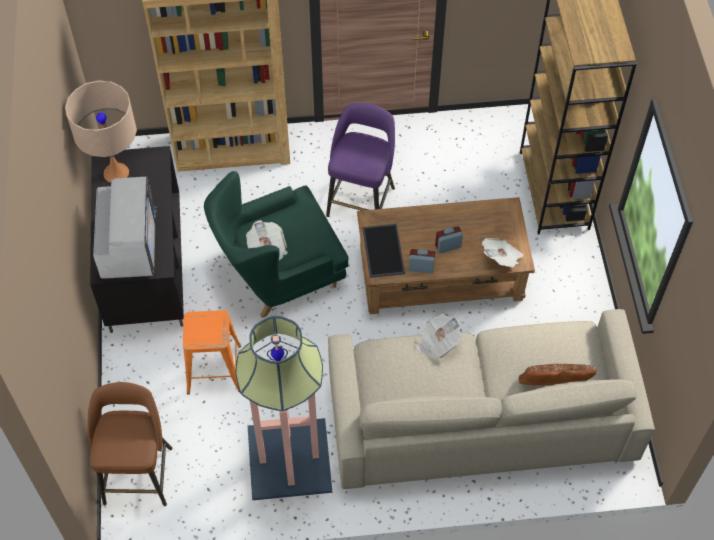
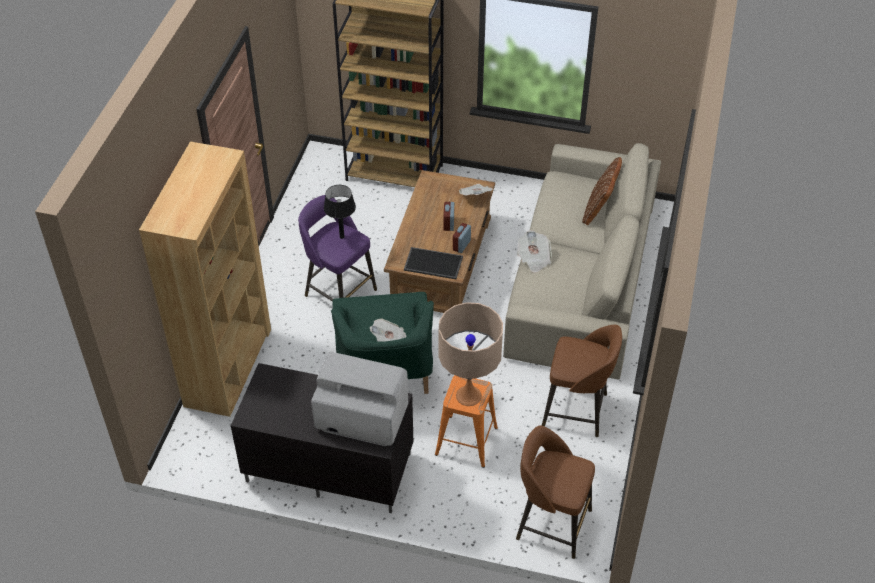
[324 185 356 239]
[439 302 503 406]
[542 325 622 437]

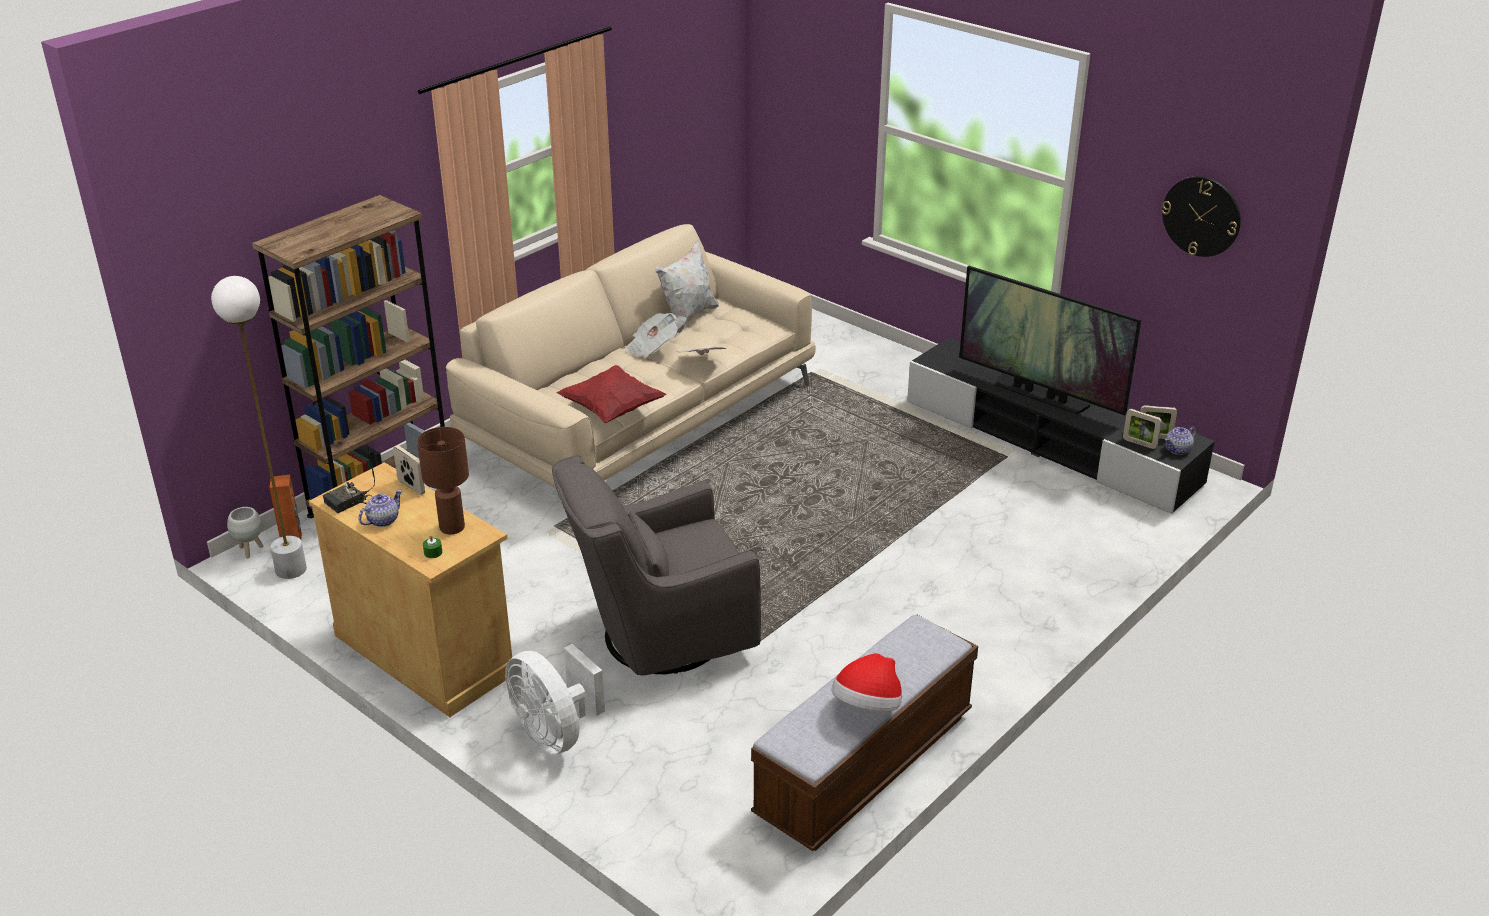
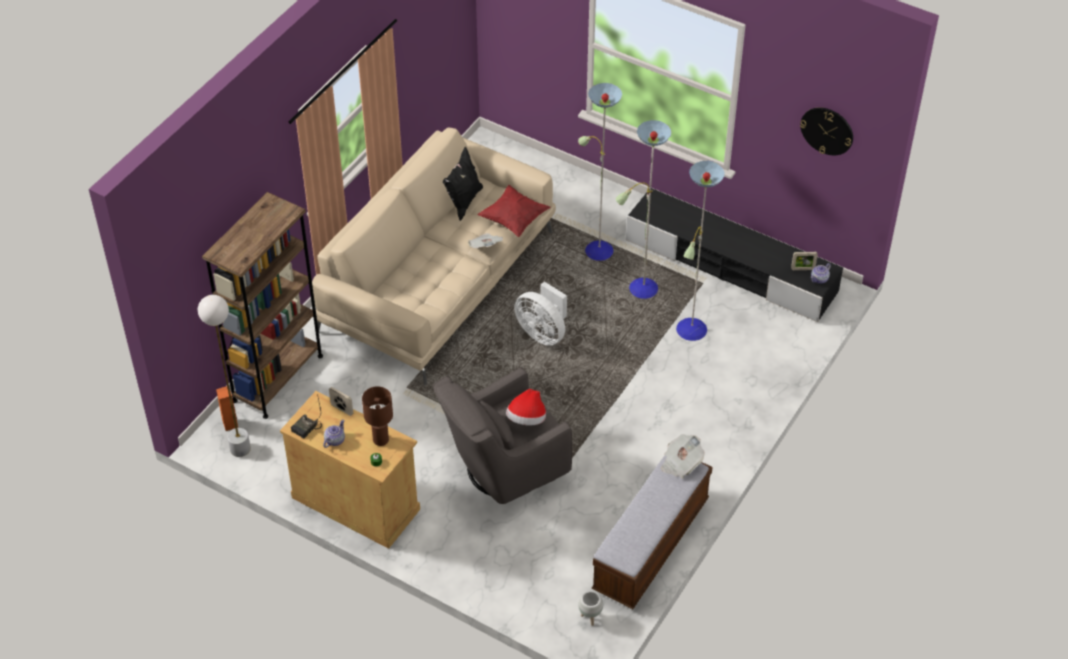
[959 266 1142 415] (first image)
[1123 409 1162 449] (first image)
[578 83 725 341]
[578 591 603 626]
[514 282 567 346]
[477 185 551 237]
[661 434 704 479]
[506 389 546 425]
[443 147 483 221]

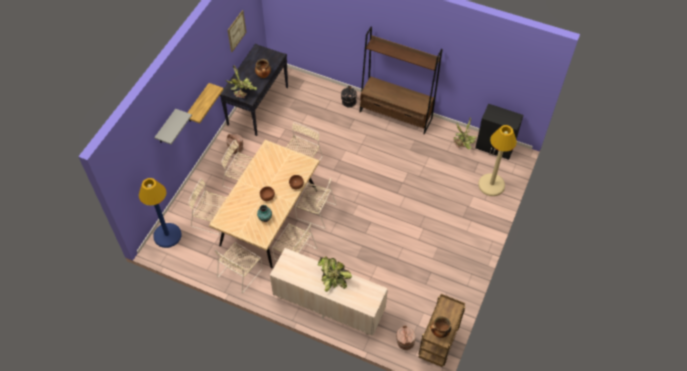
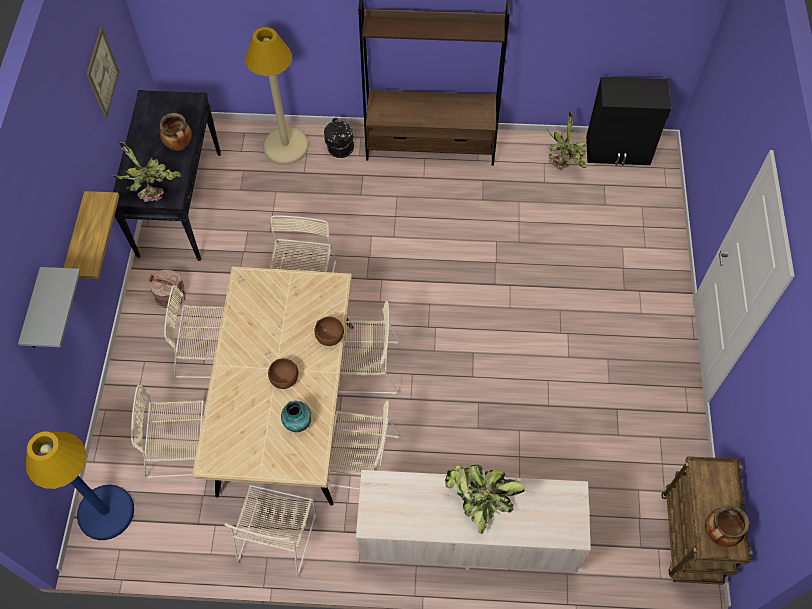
[396 325 416 350] (first image)
[246 27 308 165]

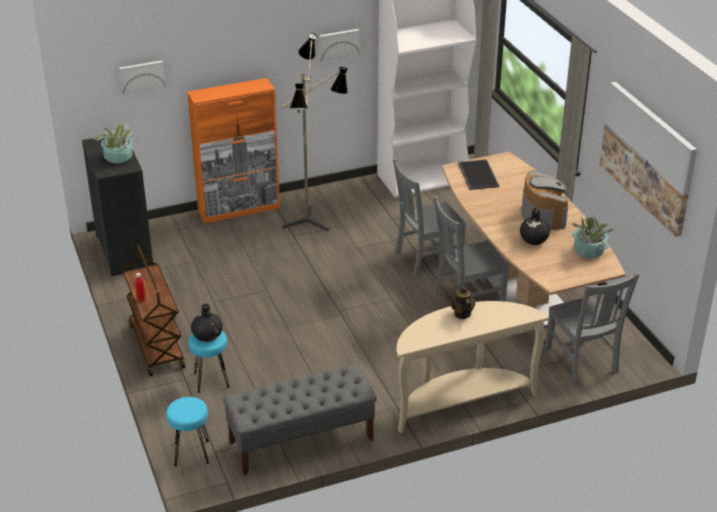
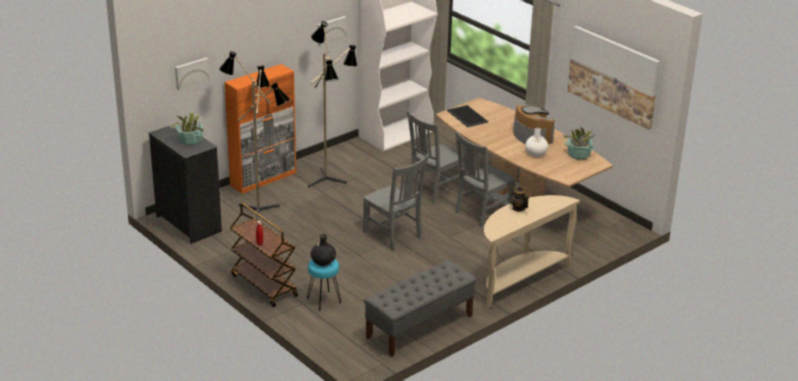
[166 397 209 466] (first image)
[219 52 290 220]
[363 155 429 251]
[525 128 548 157]

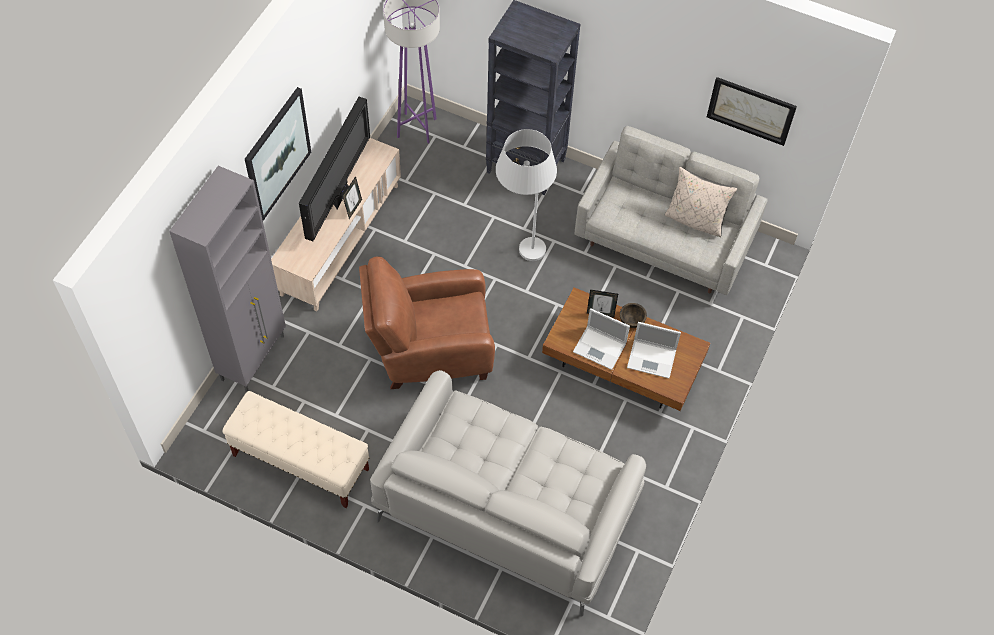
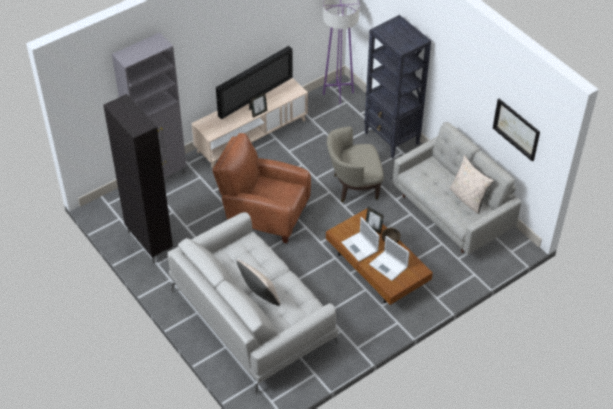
[245 87 311 221] (first image)
[236 260 280 306]
[103 94 173 263]
[327 127 384 203]

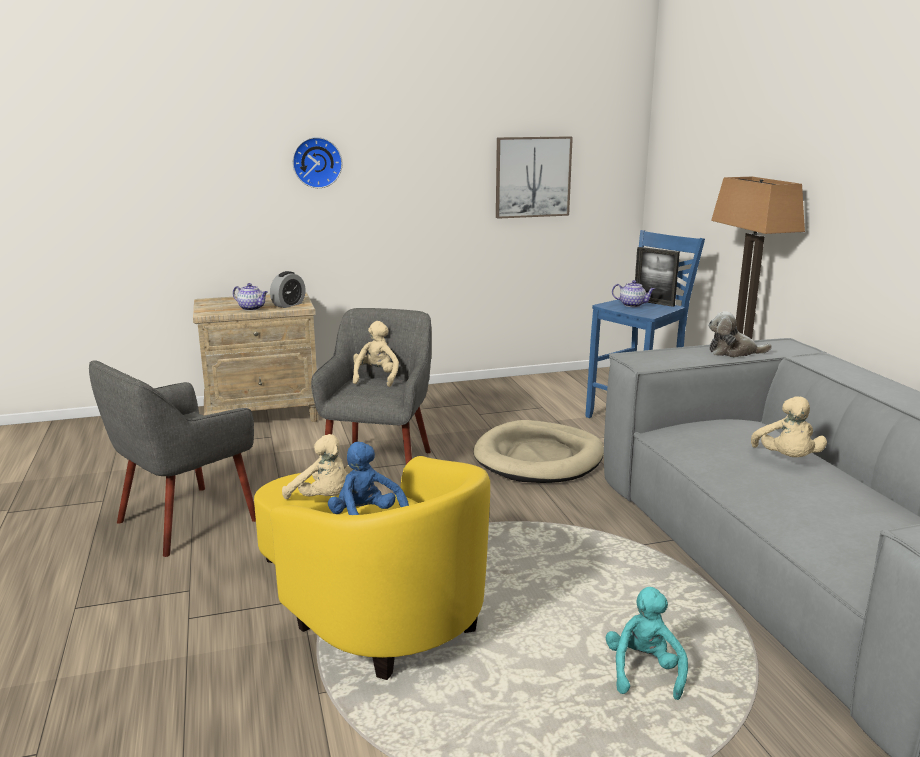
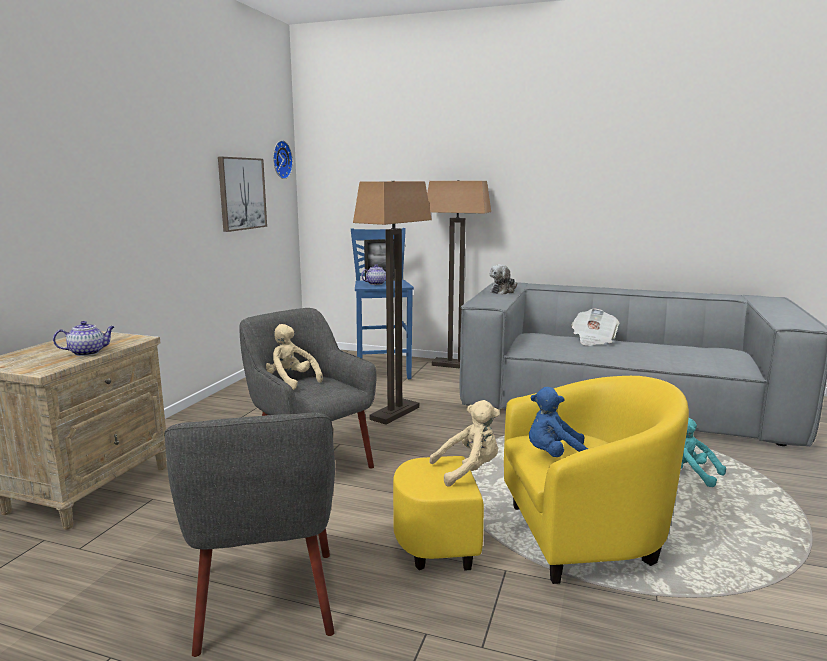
[270 271 306 308] (first image)
[273 140 293 179]
[353 181 432 425]
[571 309 619 346]

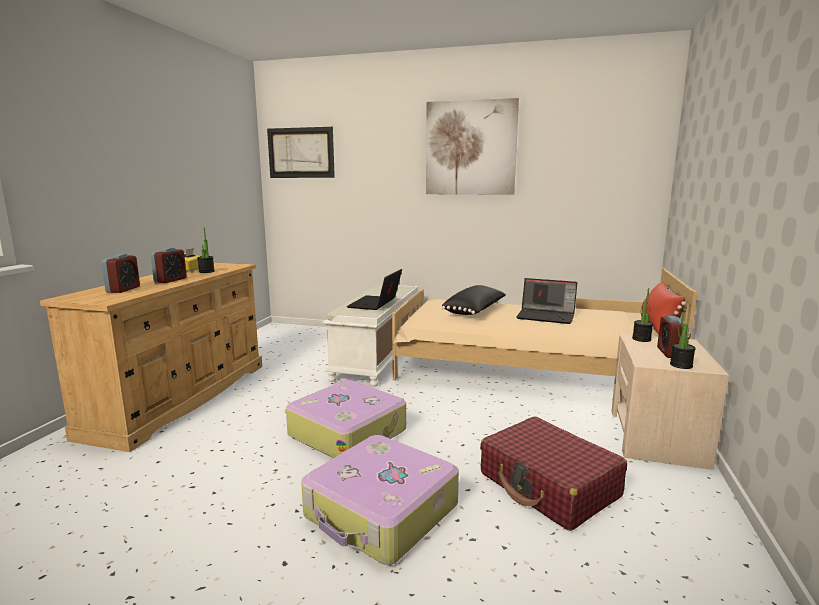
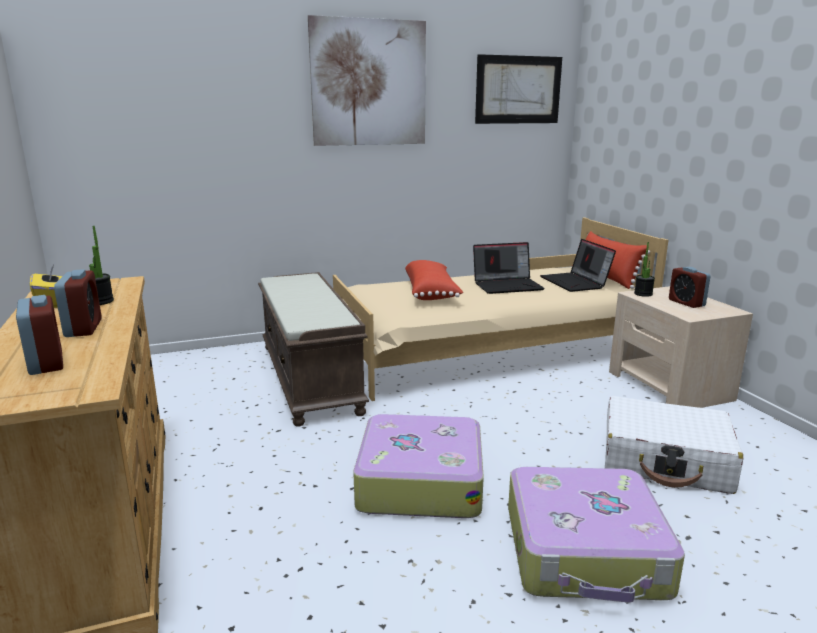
[670 308 696 369] (first image)
[475 54 562 124]
[540 239 616 292]
[258 272 369 427]
[405 260 463 300]
[605 396 744 494]

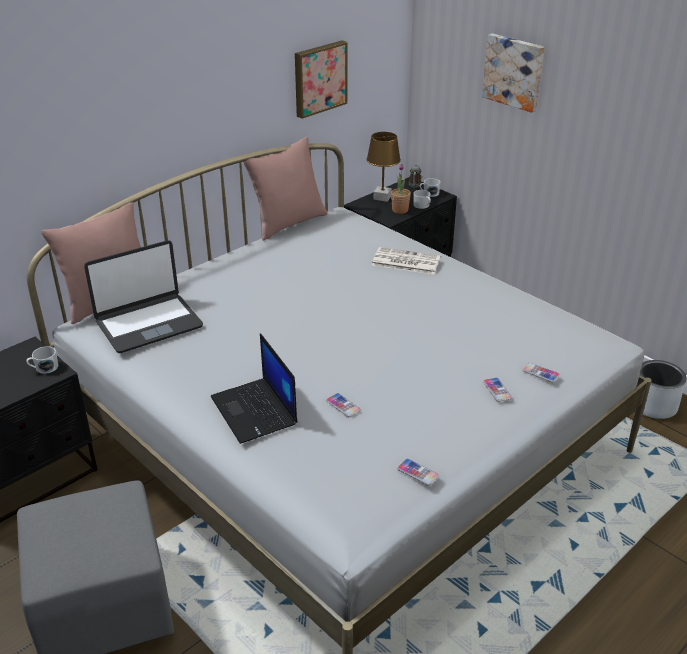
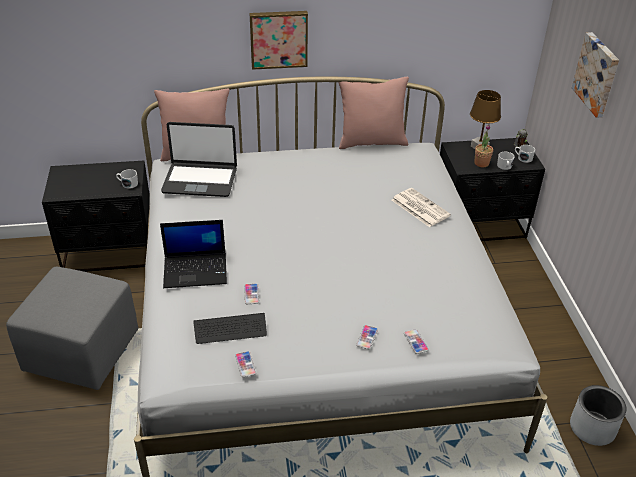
[193 313 267 344]
[250 11 308 70]
[160 220 227 288]

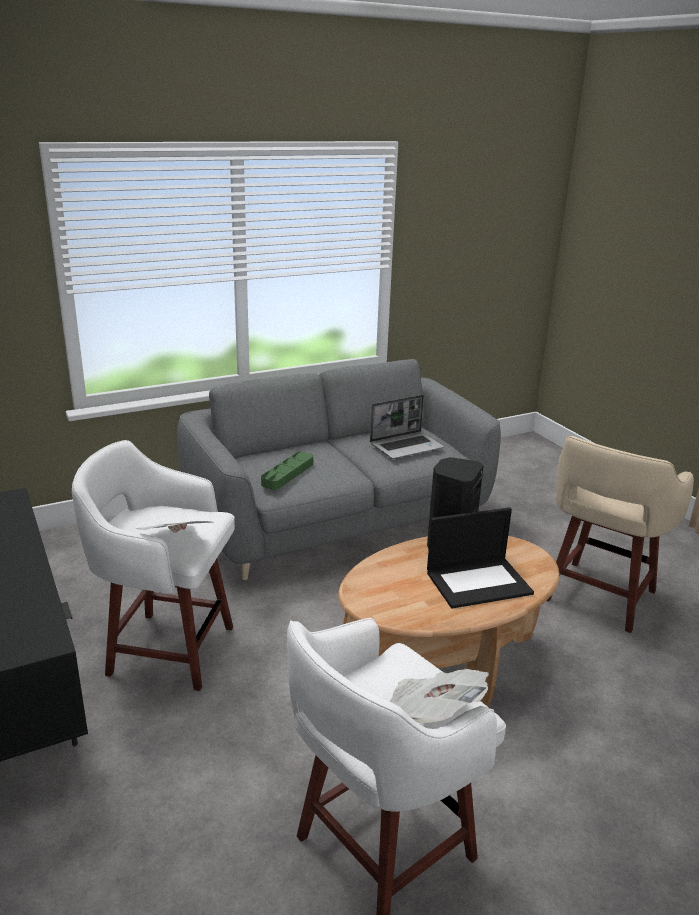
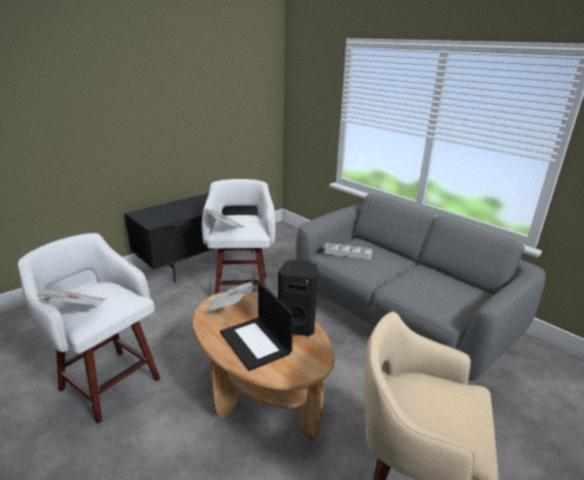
[370 395 444 459] (first image)
[206 282 254 312]
[324 243 372 260]

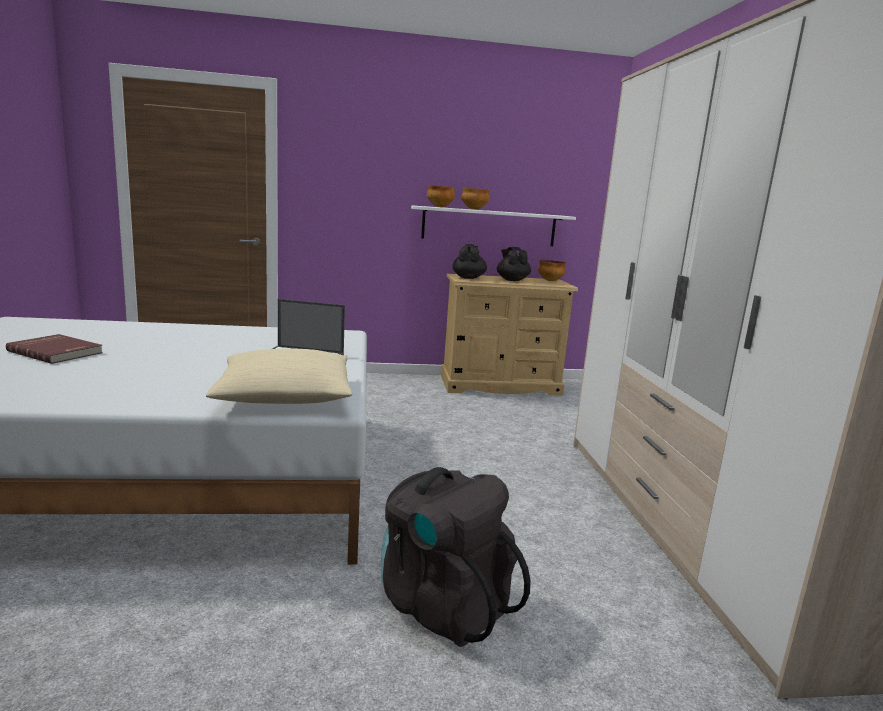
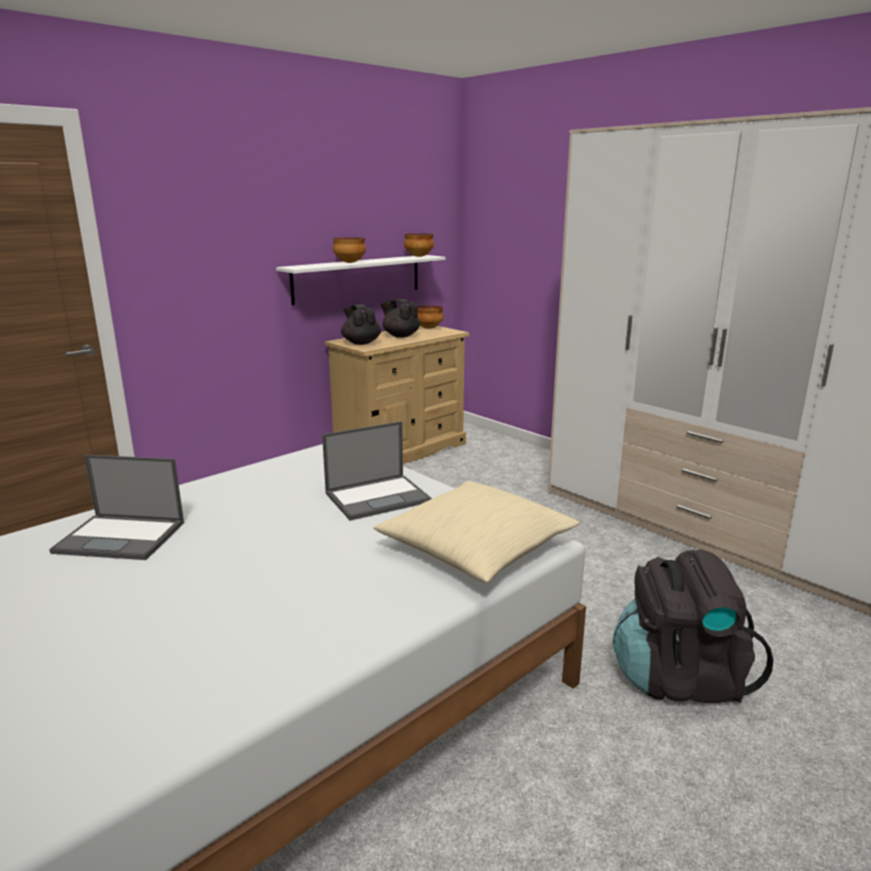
[6 334 103 364] (first image)
[49 454 184 560]
[404 234 434 257]

